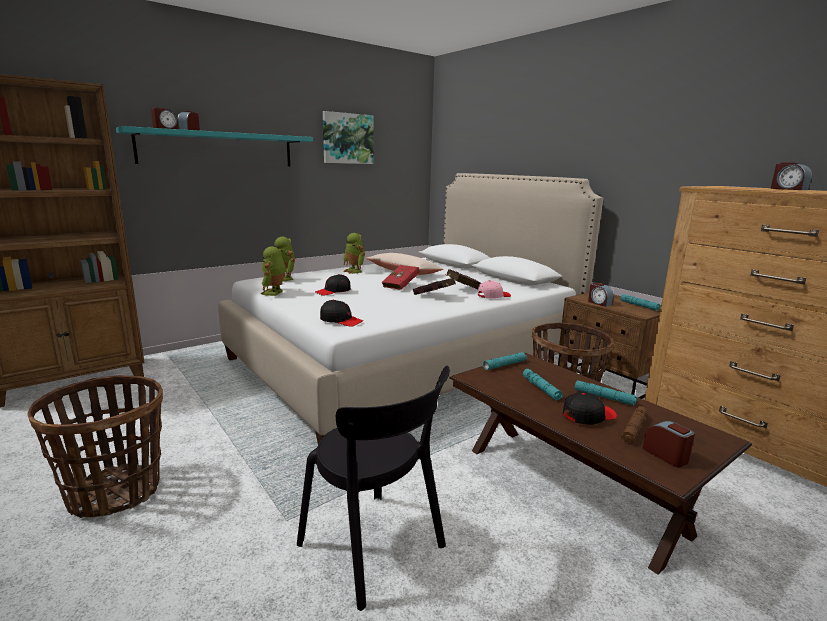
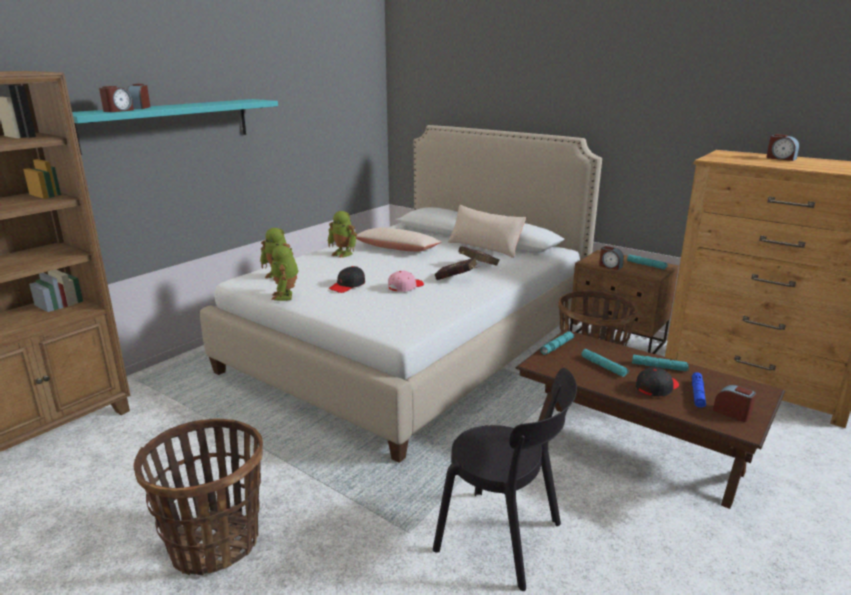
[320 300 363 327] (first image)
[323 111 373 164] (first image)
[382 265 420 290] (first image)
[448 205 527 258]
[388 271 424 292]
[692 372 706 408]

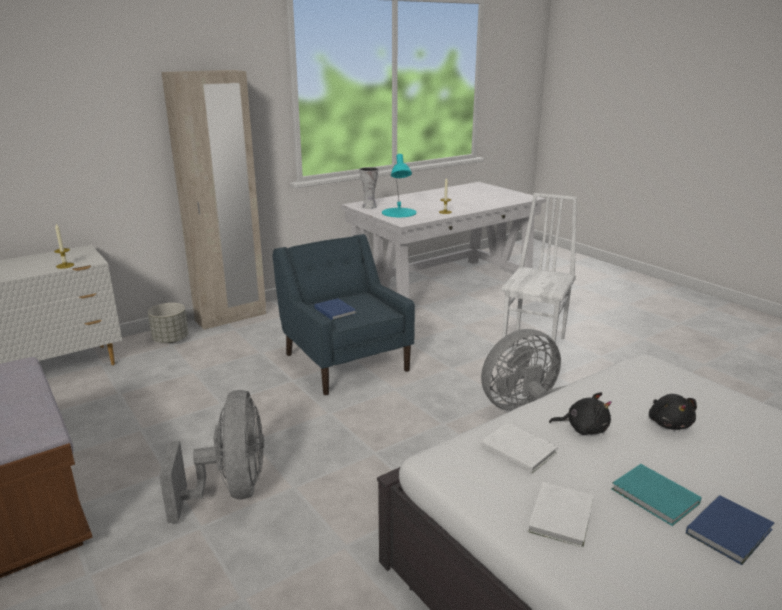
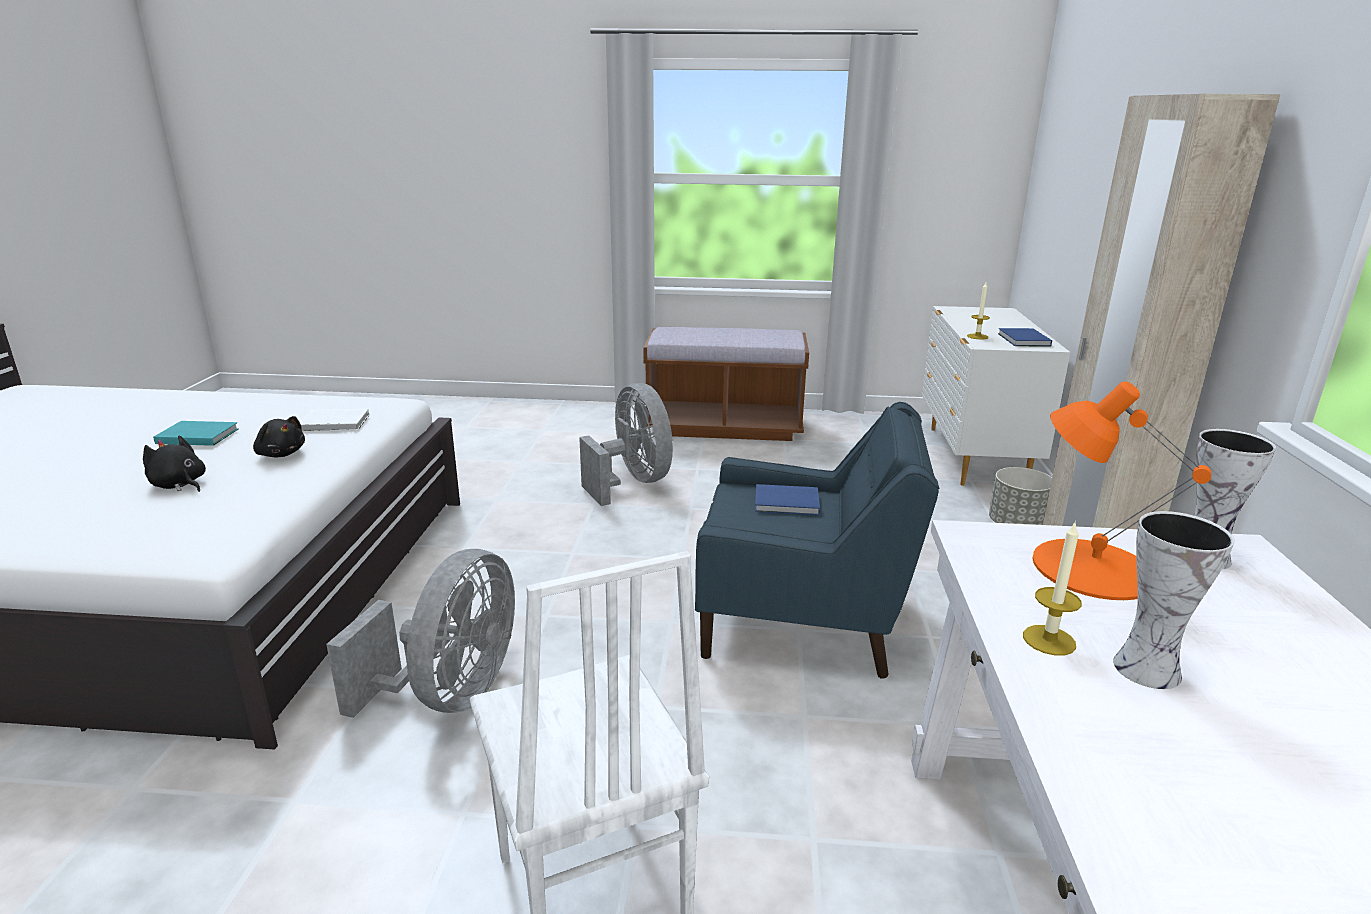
[528 482 594 548] (first image)
[1113 511 1234 689]
[998 328 1052 347]
[1033 382 1211 600]
[579 383 673 506]
[253 416 305 457]

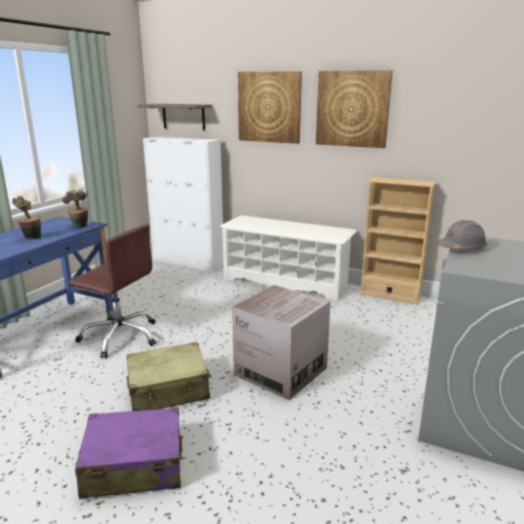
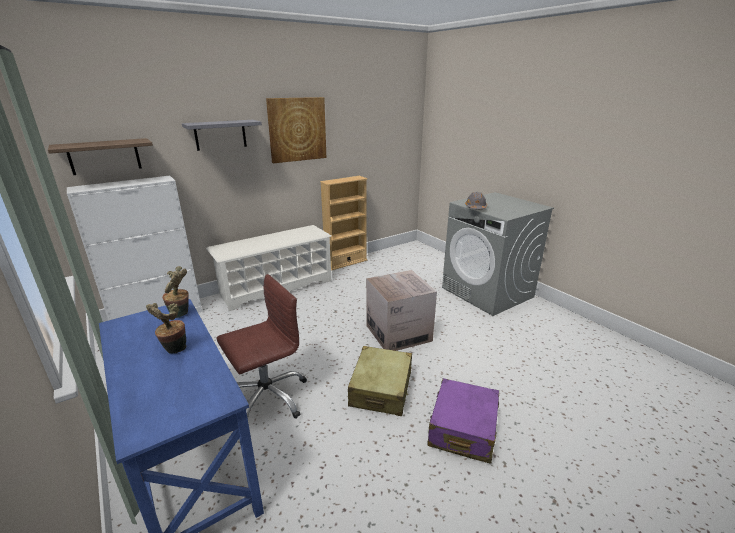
[182 120 262 151]

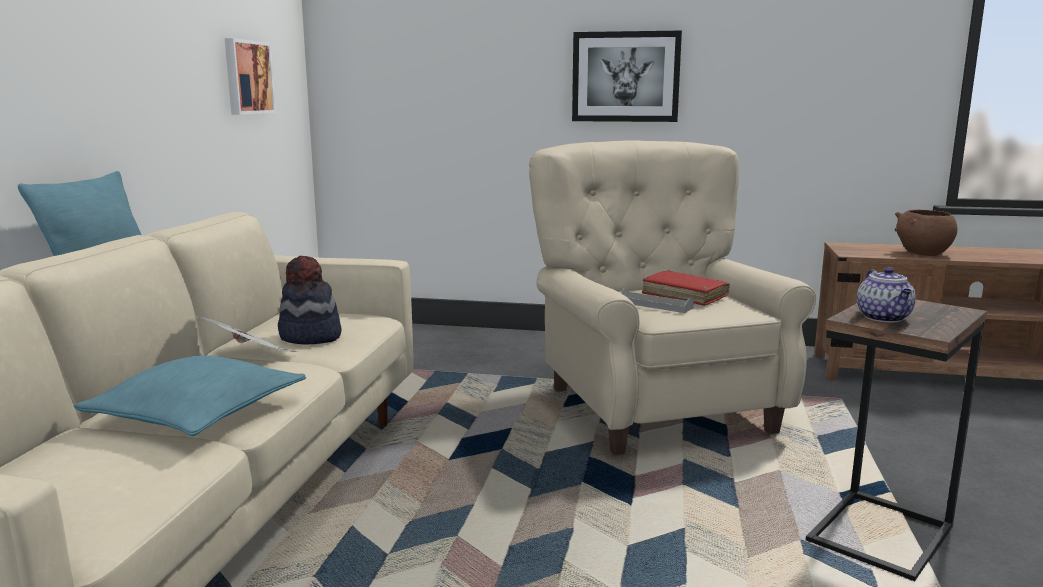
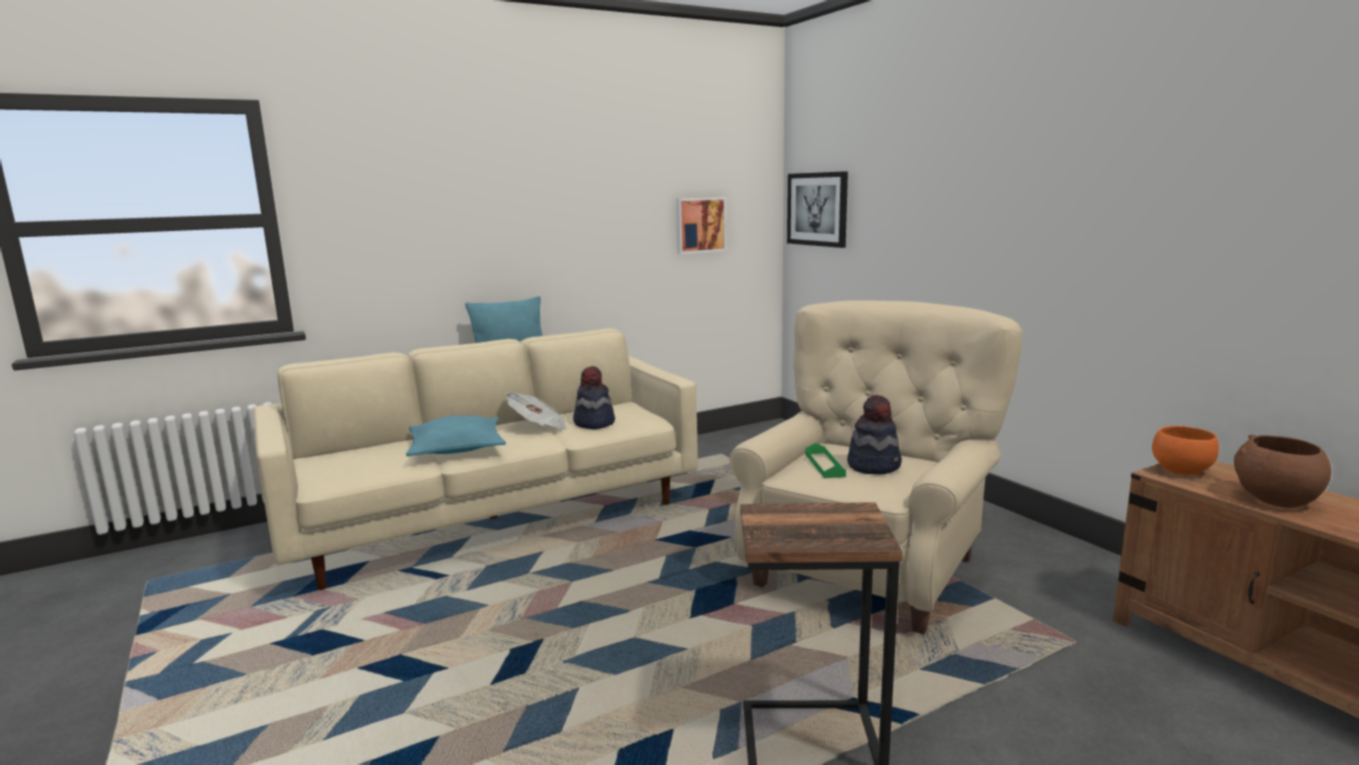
[857 267 916 323] (first image)
[1152 426 1219 475]
[787 171 848 248]
[847 395 902 474]
[805 443 846 478]

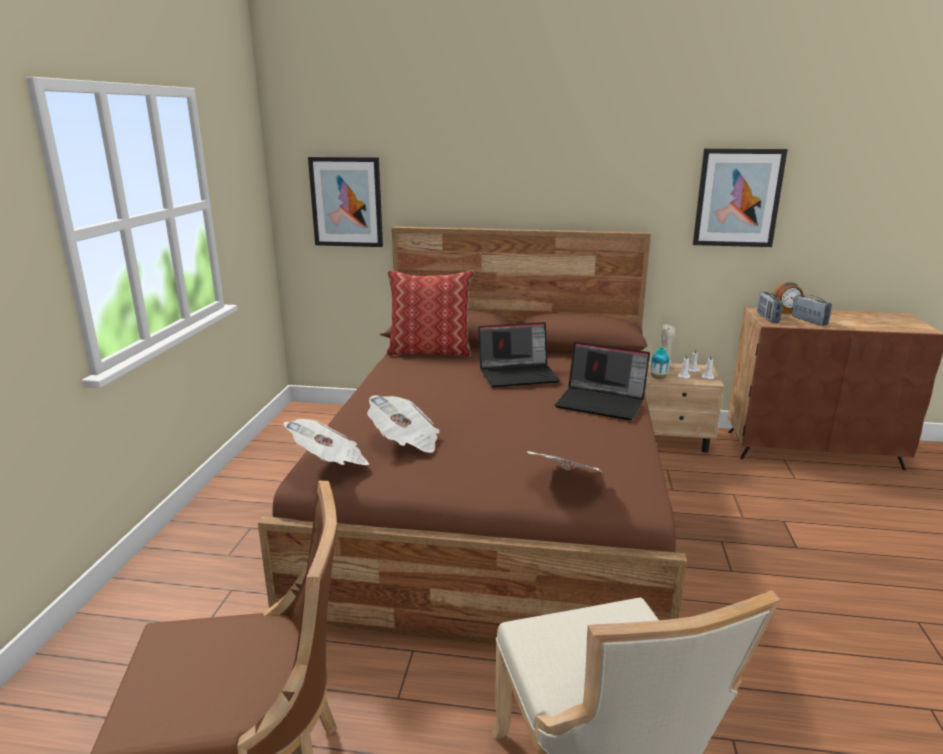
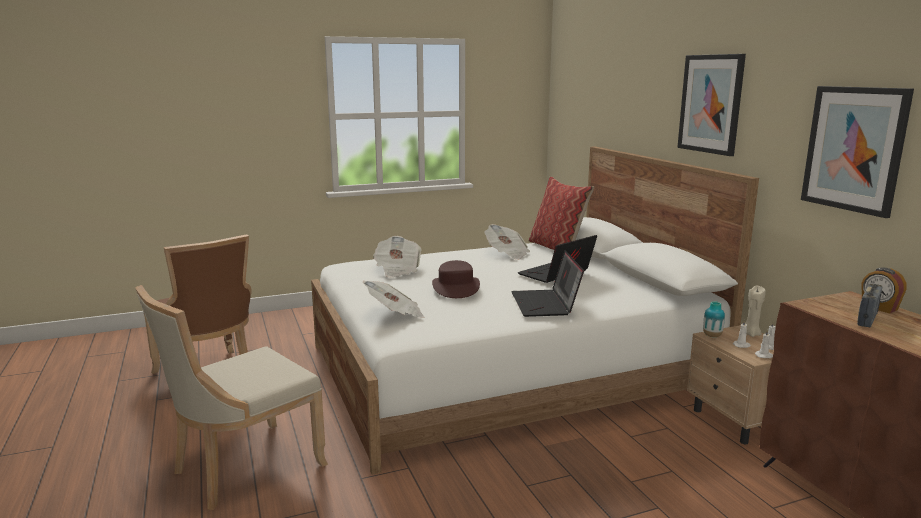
[757 292 783 323] (first image)
[432 260 480 298]
[484 224 530 260]
[677 54 746 156]
[311 146 759 475]
[518 235 597 283]

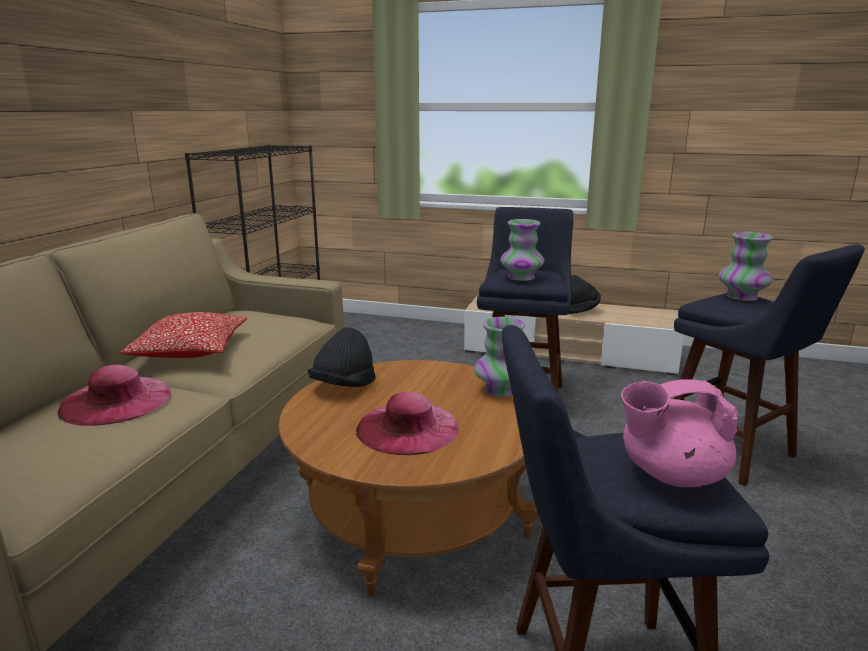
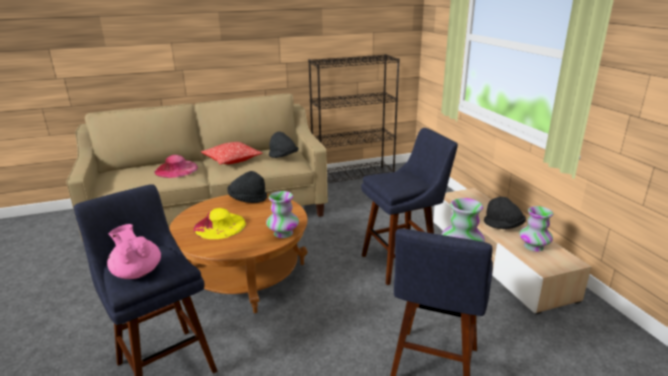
[269 132 298 158]
[519 206 553 252]
[194 208 246 239]

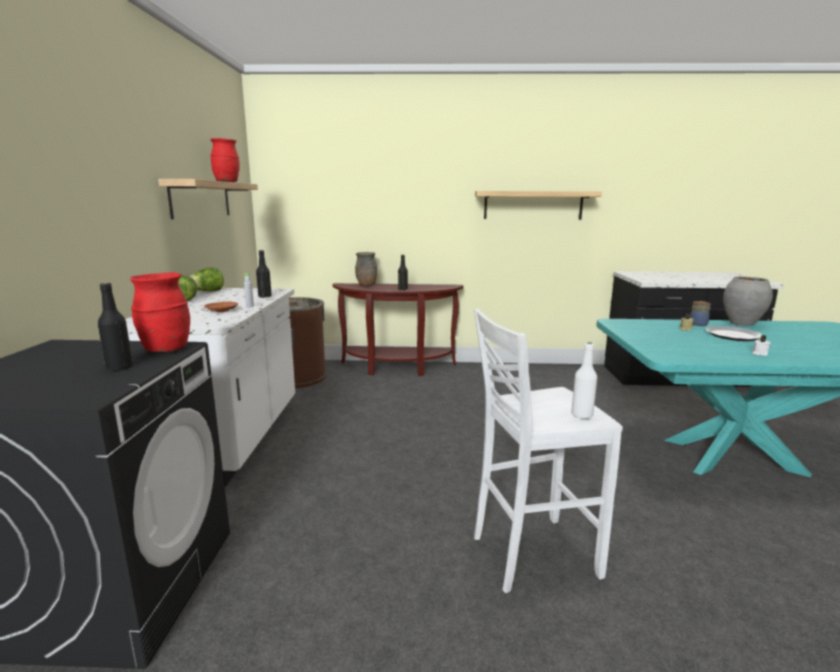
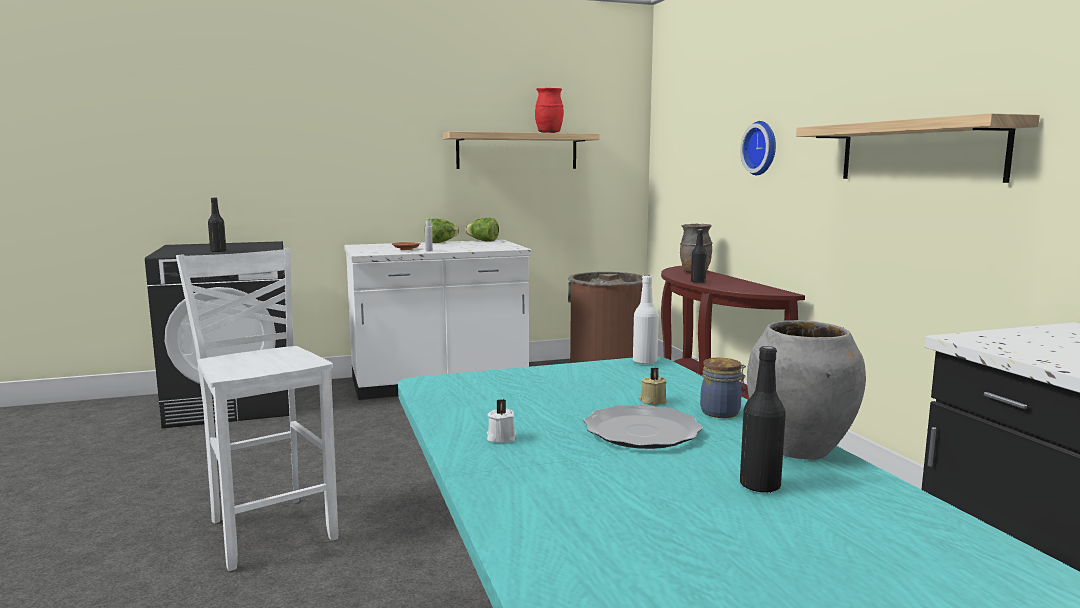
[130 272 190 353] (first image)
[740 121 776 175]
[740 346 786 493]
[633 275 659 365]

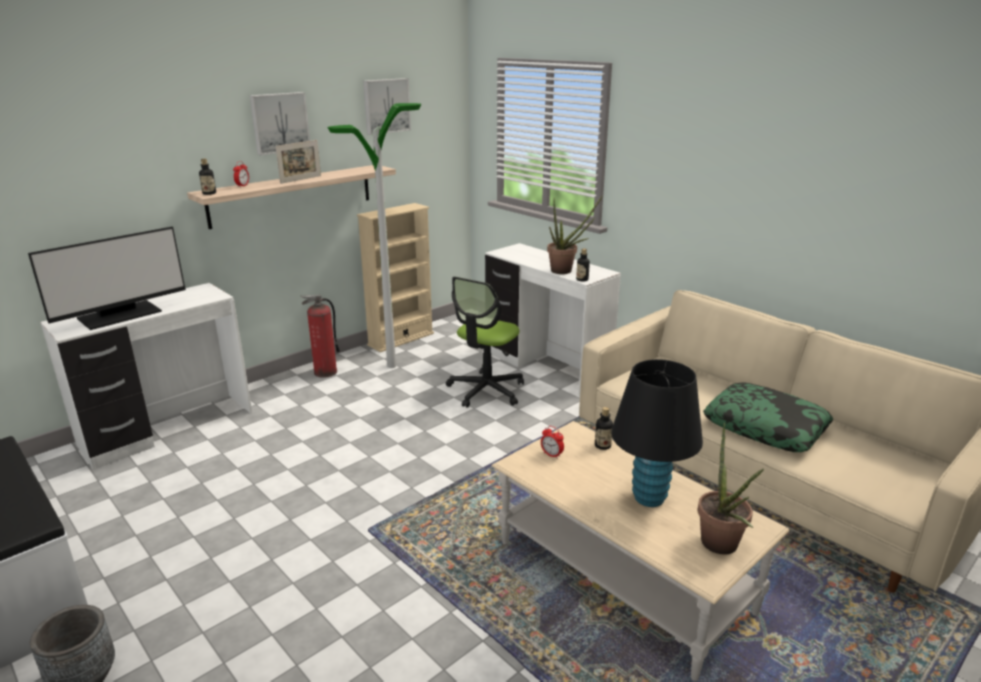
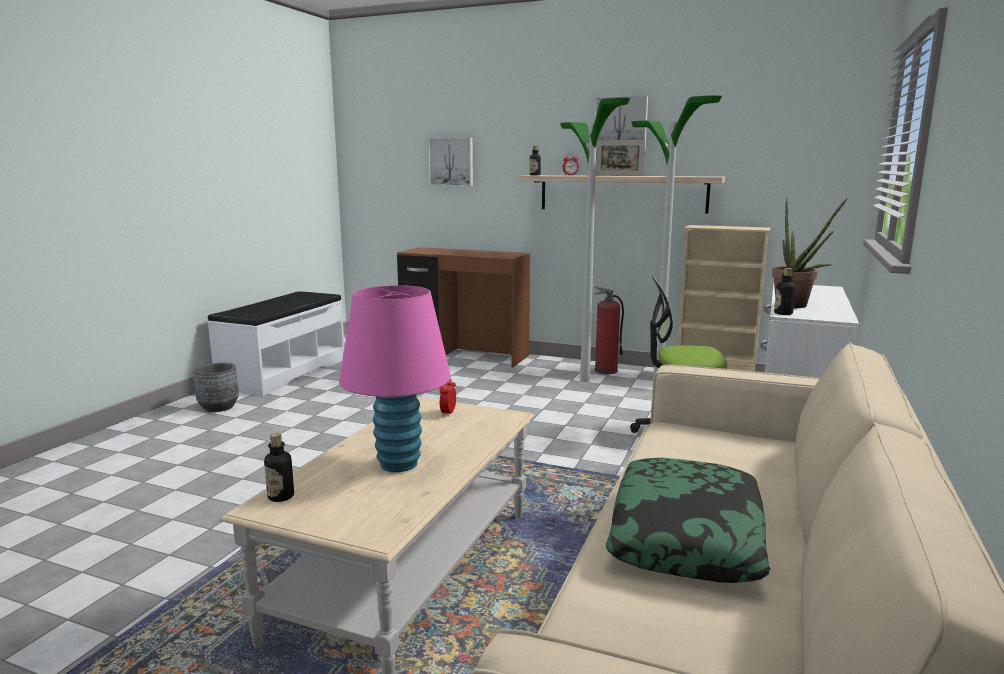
[28 227 186 330] (first image)
[697 423 764 555] (first image)
[560 97 631 382]
[428 138 473 186]
[264 433 294 502]
[397 247 530 368]
[339 285 451 472]

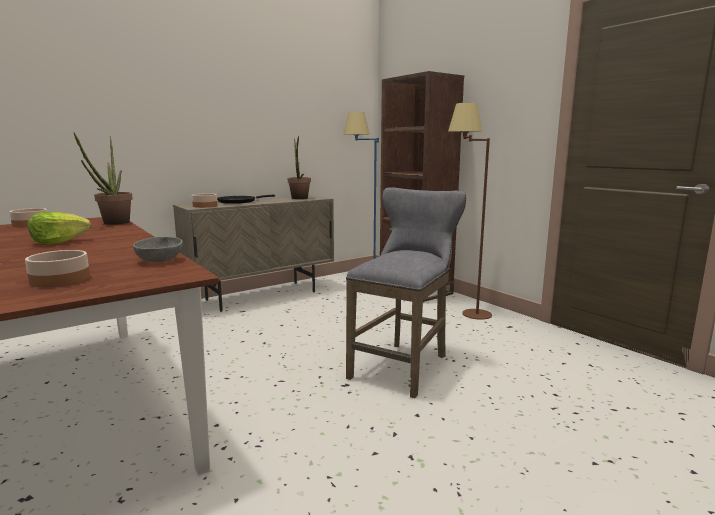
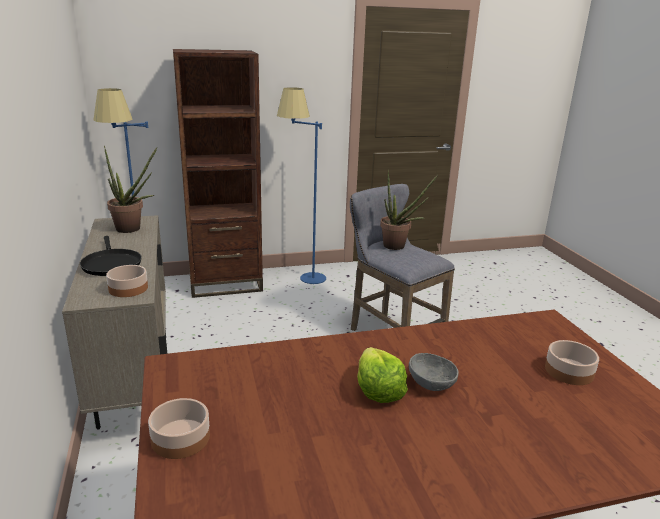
[380 170 438 250]
[409 353 459 391]
[277 87 326 284]

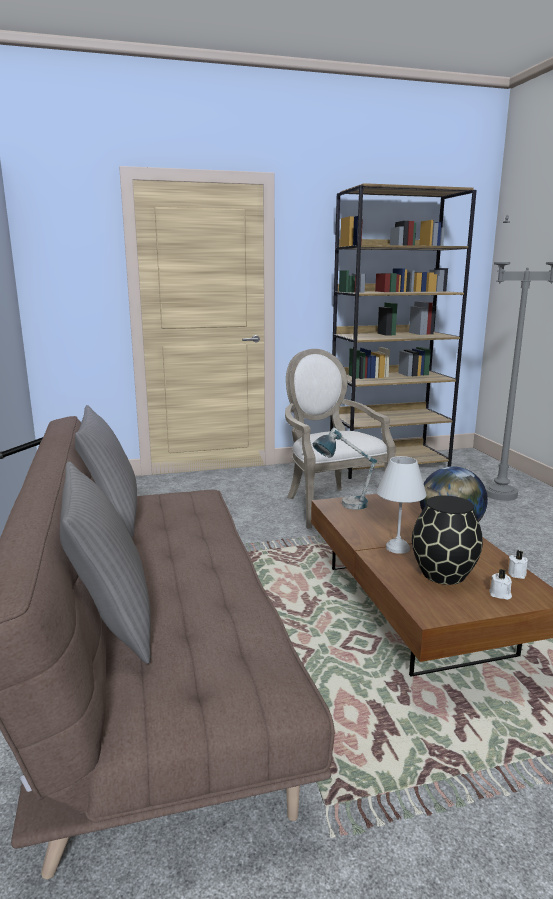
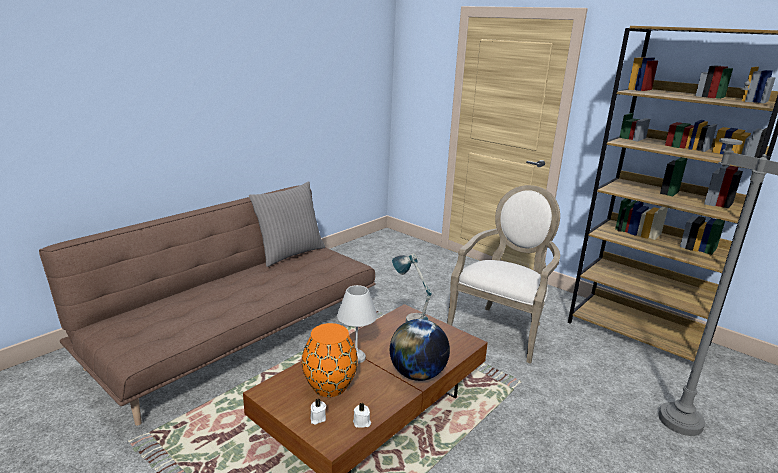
[60 461 151 664] (first image)
[302 323 358 397]

